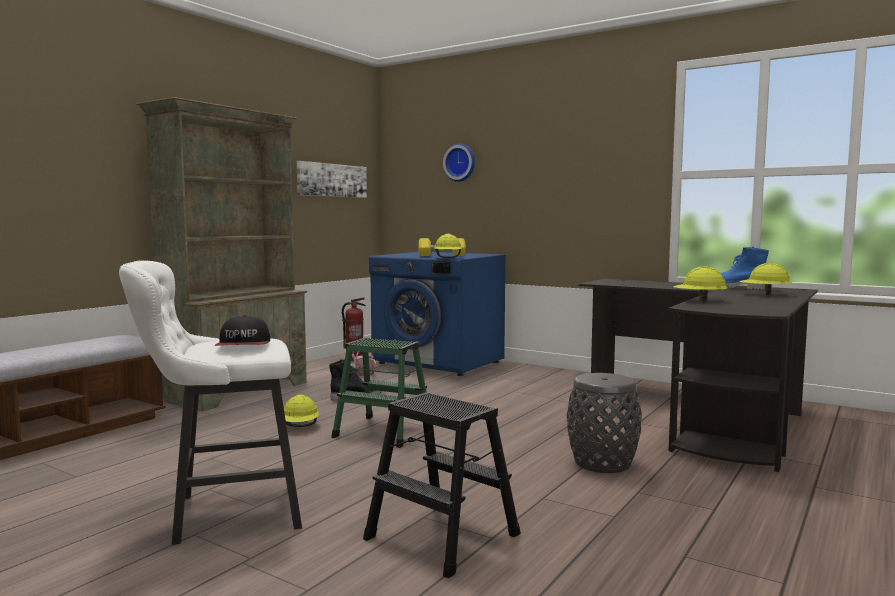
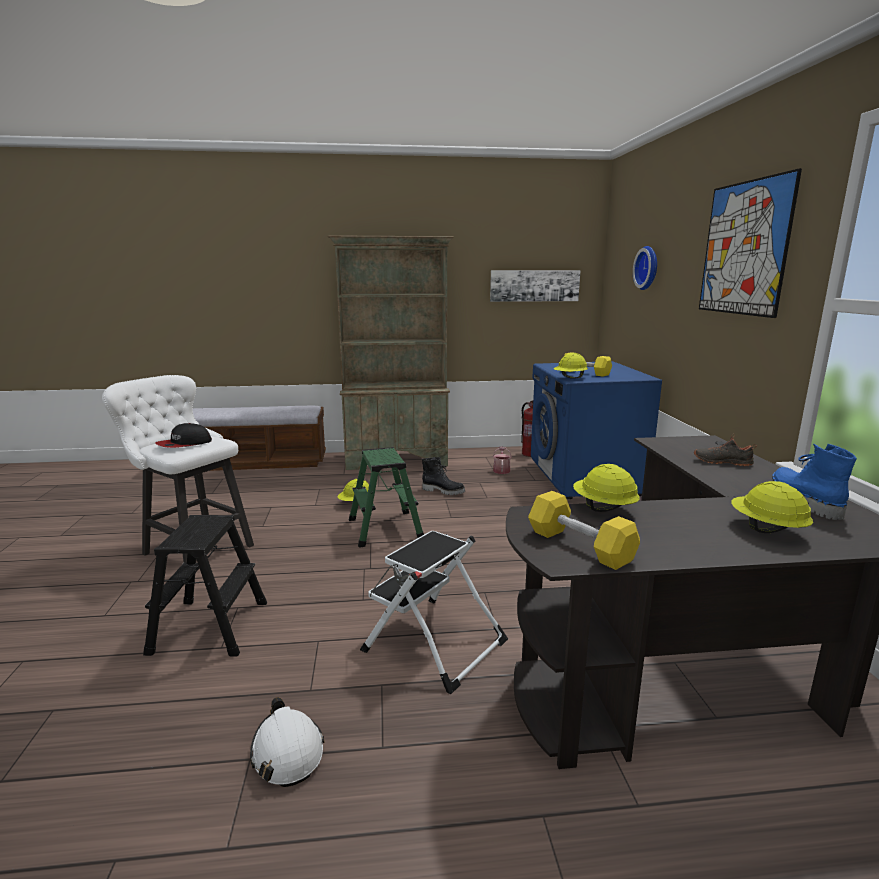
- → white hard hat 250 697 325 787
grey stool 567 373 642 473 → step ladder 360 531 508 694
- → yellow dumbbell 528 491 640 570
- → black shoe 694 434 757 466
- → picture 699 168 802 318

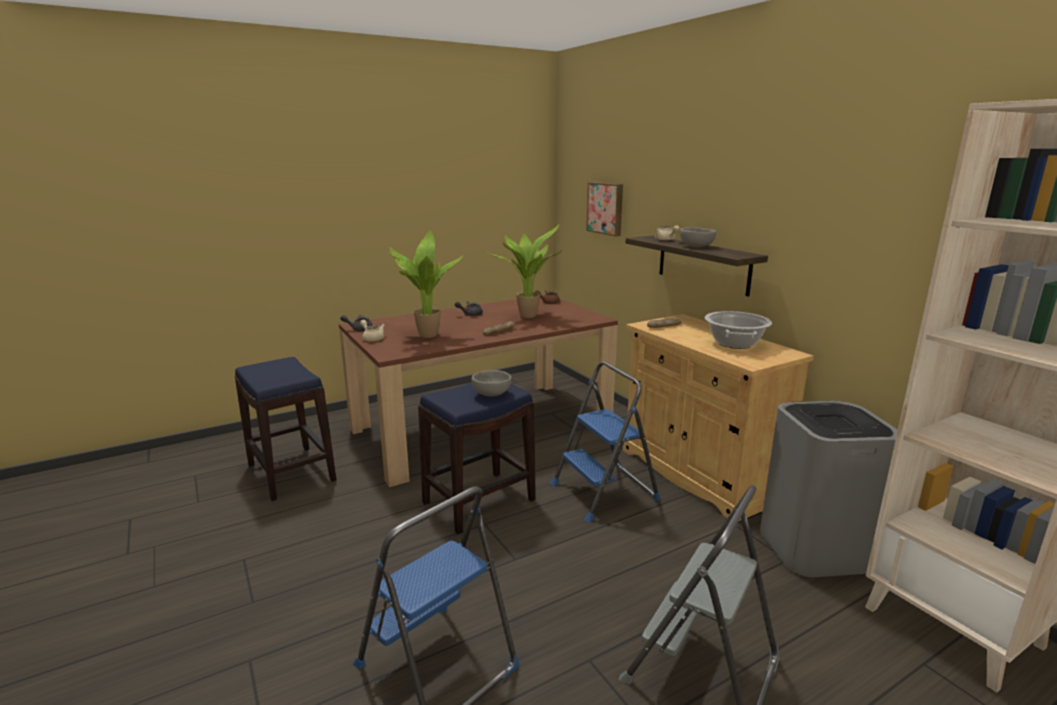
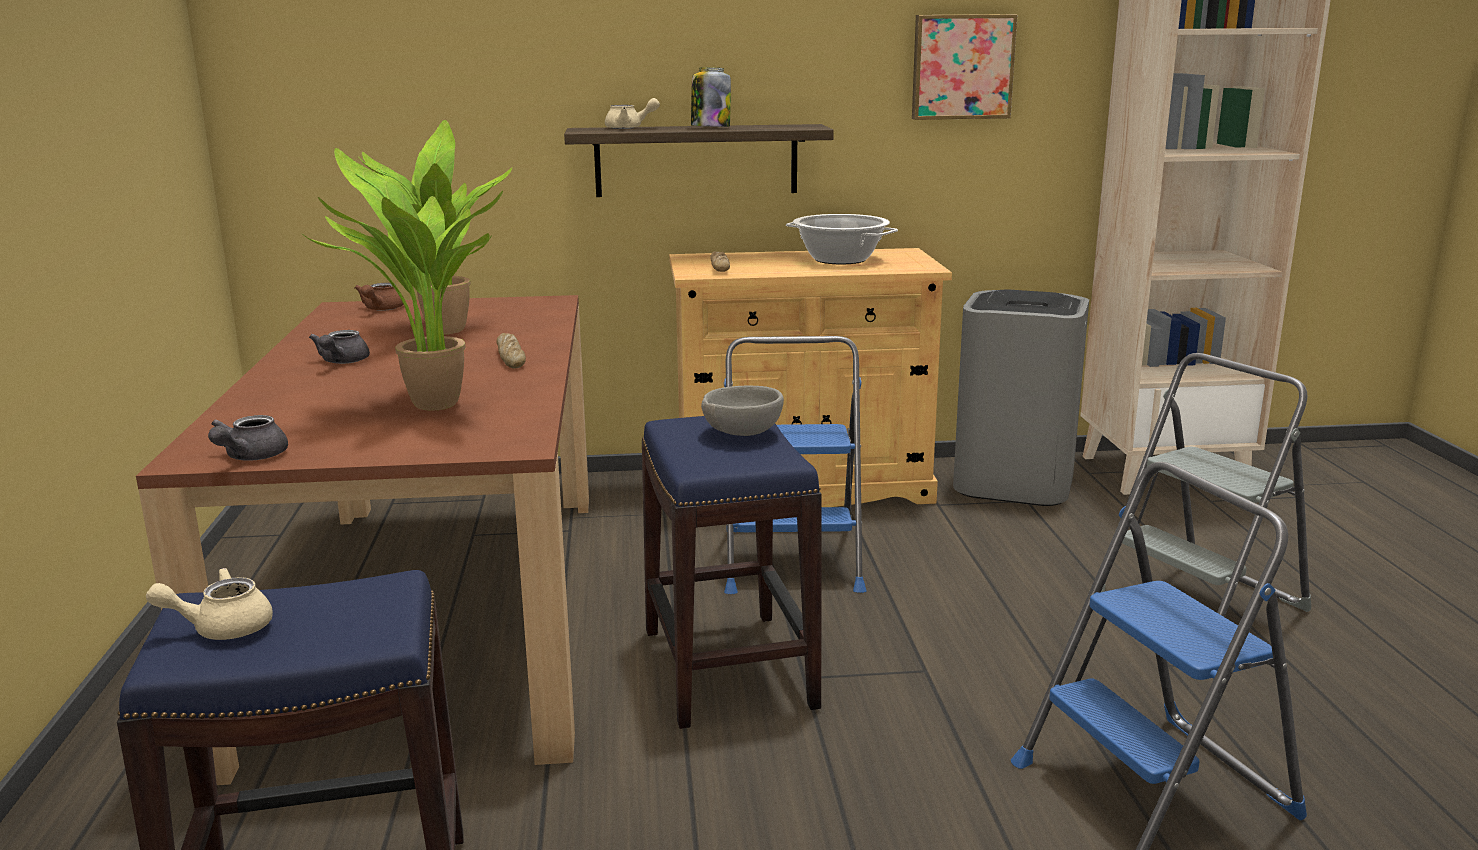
beige teapot 360 320 385 342 → beige teapot 146 568 273 640, moved
grey bowl 680 227 716 247 → jar 691 67 731 127
picture 586 182 623 237 → picture 912 14 1018 120, moved

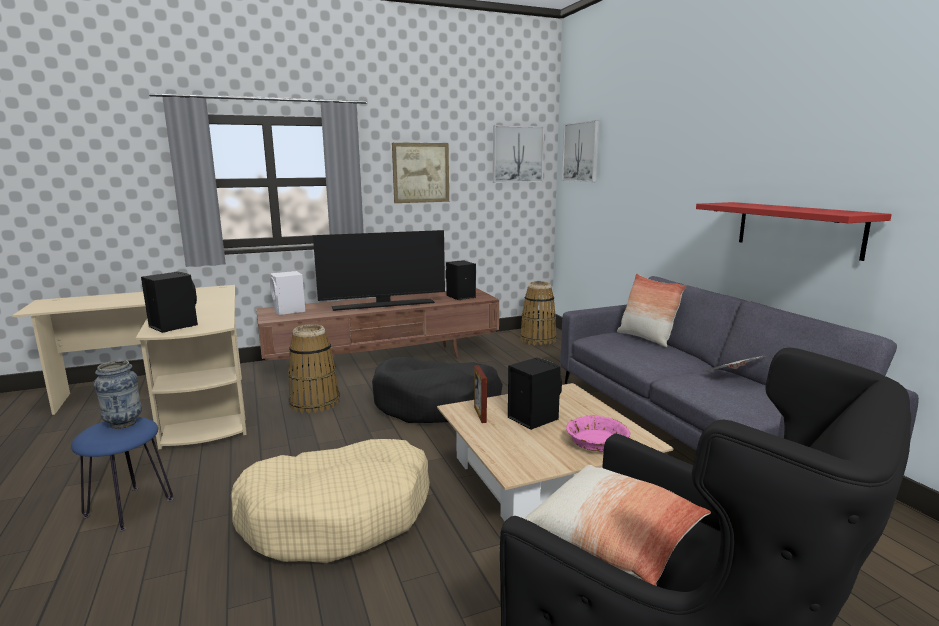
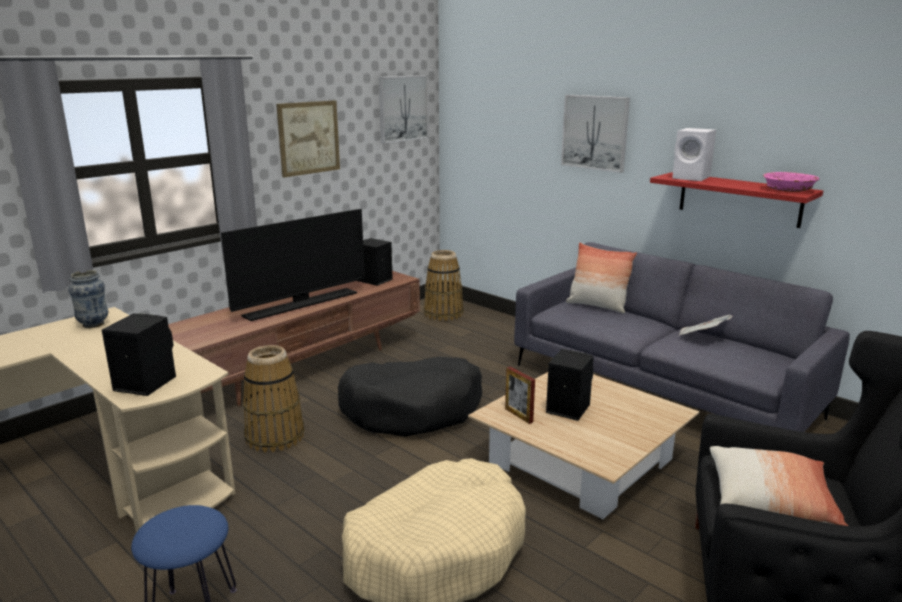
vase 94 360 142 429 → vase 68 270 108 328, moved
picture 562 120 599 182 → picture 561 95 630 173, moved
white speaker 270 271 305 315 → white speaker 672 128 716 181, moved
pink bowl 566 416 630 452 → pink bowl 763 172 819 192, moved

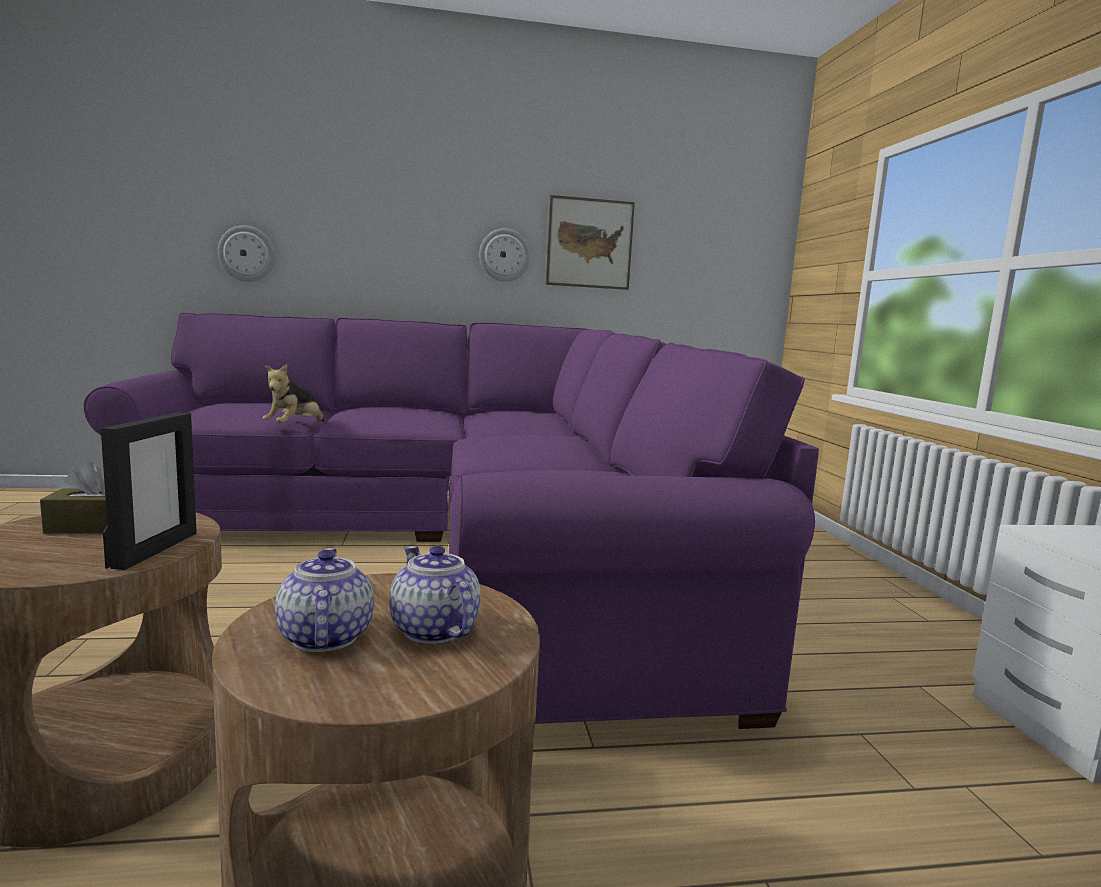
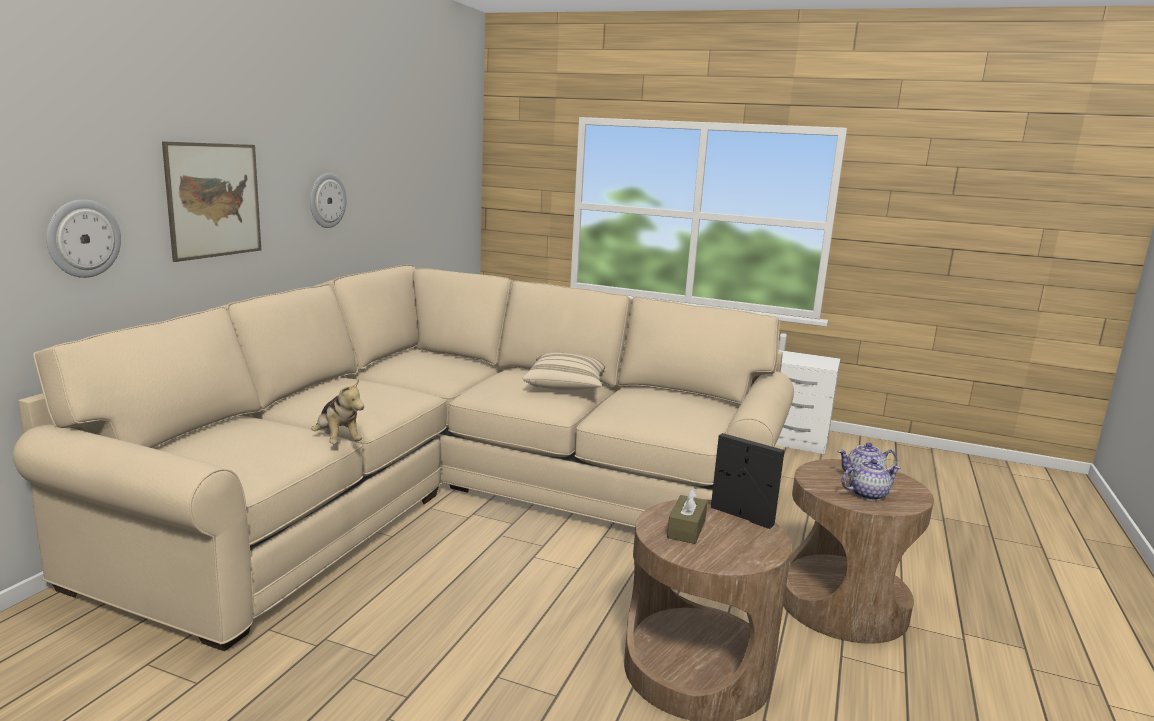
purple sofa 84 313 819 729 → beige sofa 13 265 794 651
picture 546 195 635 290 → picture 162 141 261 262, moved
- → beige pillow 522 353 605 390
teapot 275 548 374 652 → teapot 841 459 900 501, 150 degrees clockwise

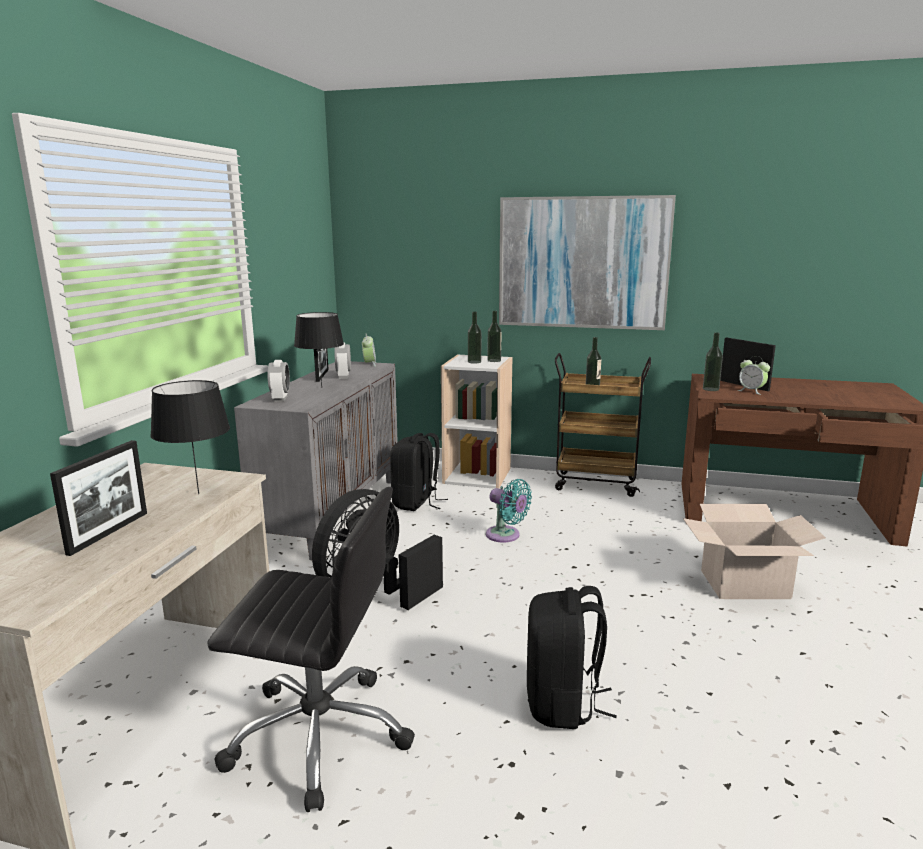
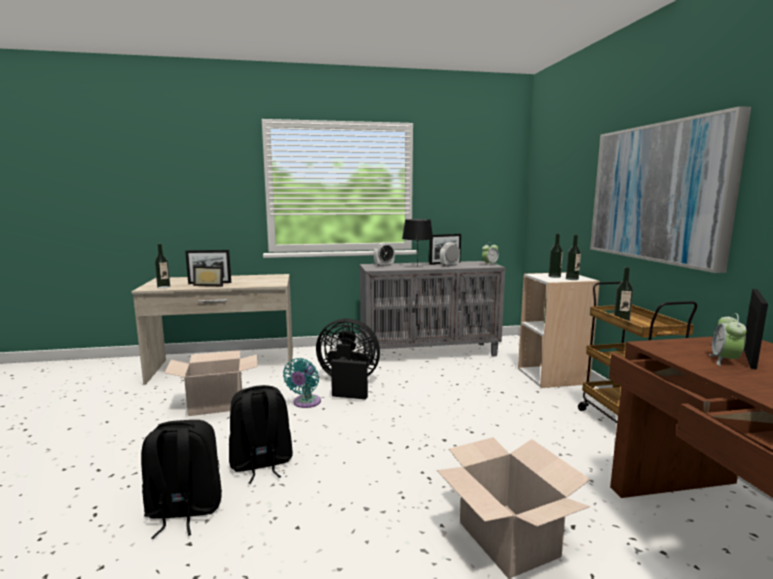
black backpack 390 433 448 511 → black backpack 141 420 222 539, moved
bottle 703 332 723 391 → bottle 155 244 170 289, moved
black office chair 208 487 415 812 → cardboard box 165 350 258 416
- → picture frame 193 266 223 286
turquoise fan 486 479 532 543 → turquoise fan 283 358 321 408, moved
black table lamp 150 380 230 494 → -

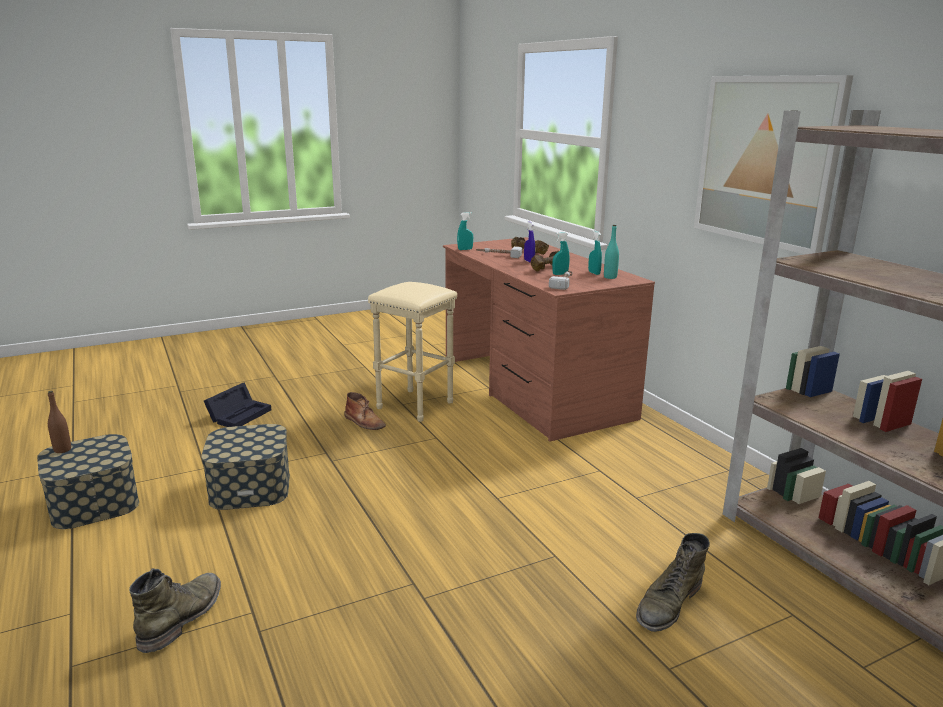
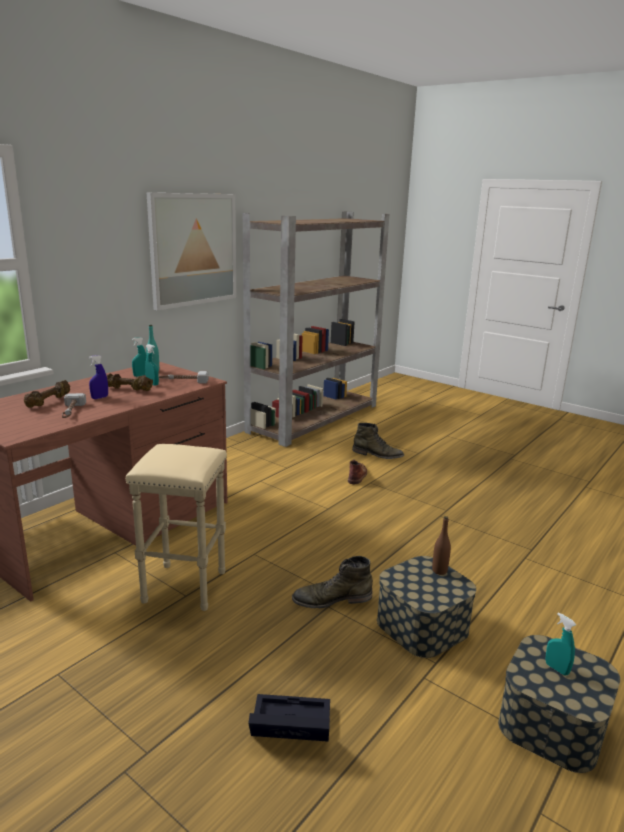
green boot 129 568 221 653 → green boot 292 556 373 608, moved
brown boot 344 392 386 430 → brown boot 348 460 367 484, moved
brown bottle 48 391 71 453 → brown bottle 432 516 451 575, moved
turquoise spray bottle 457 212 473 250 → turquoise spray bottle 546 613 576 676, moved

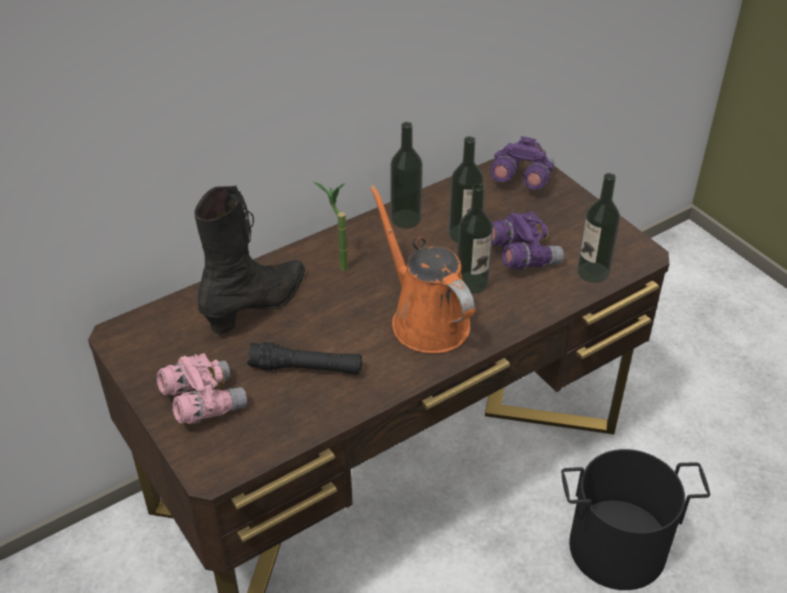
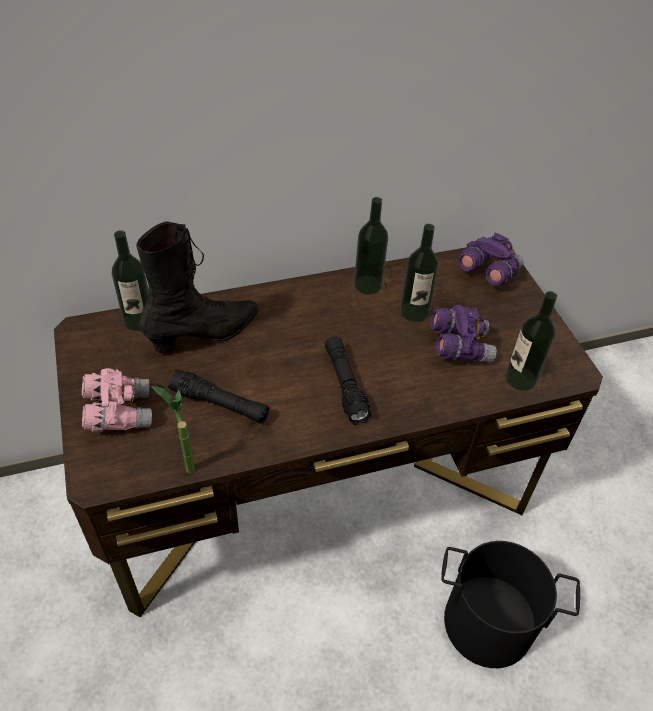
bottle 457 184 493 294 → bottle 112 230 149 331, moved
potted plant 313 182 348 271 → potted plant 151 386 195 473, moved
orange watering can 370 185 475 353 → black flashlight 325 336 372 425

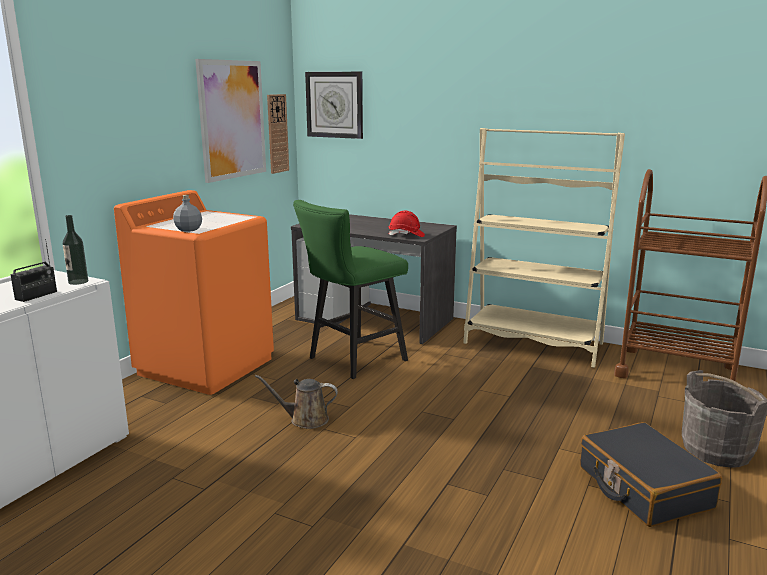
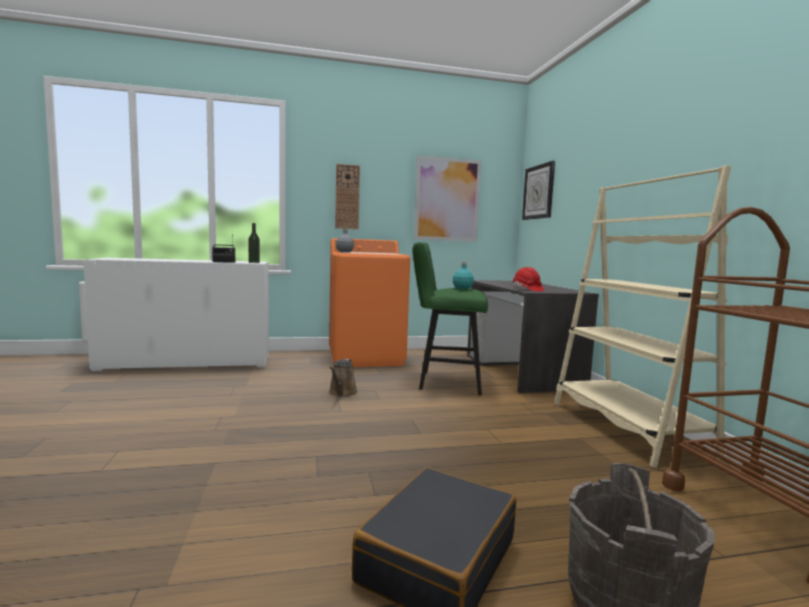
brown watering can 255 375 338 429 → brown watering can 329 359 358 397, 135 degrees counterclockwise
wall clock 267 94 289 174 → wall clock 335 164 360 229, moved
- → turquoise bottle 453 262 474 289

